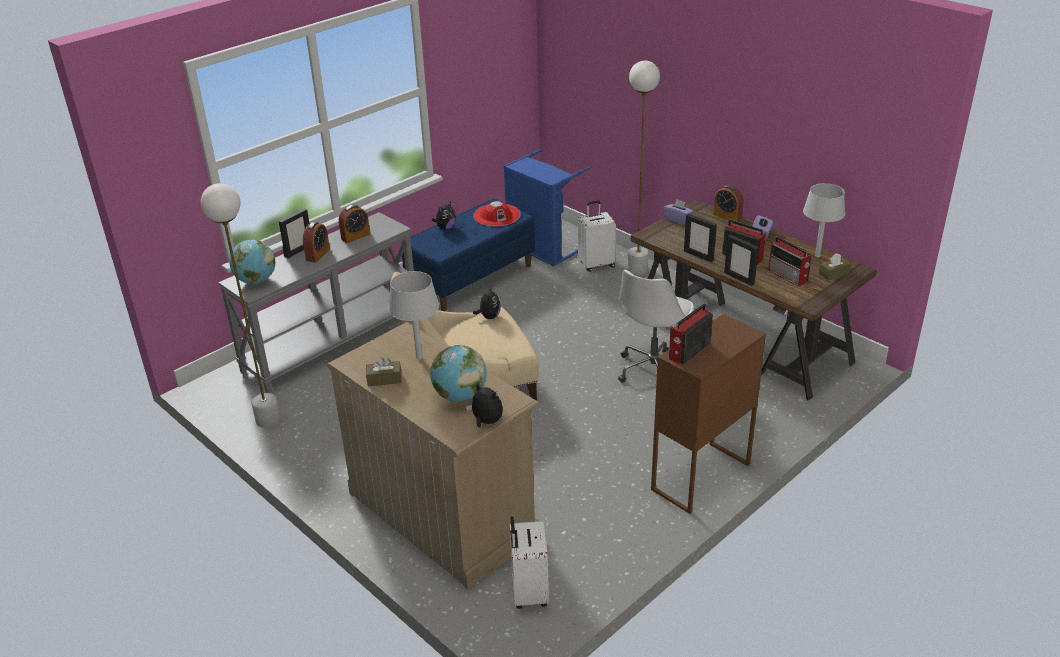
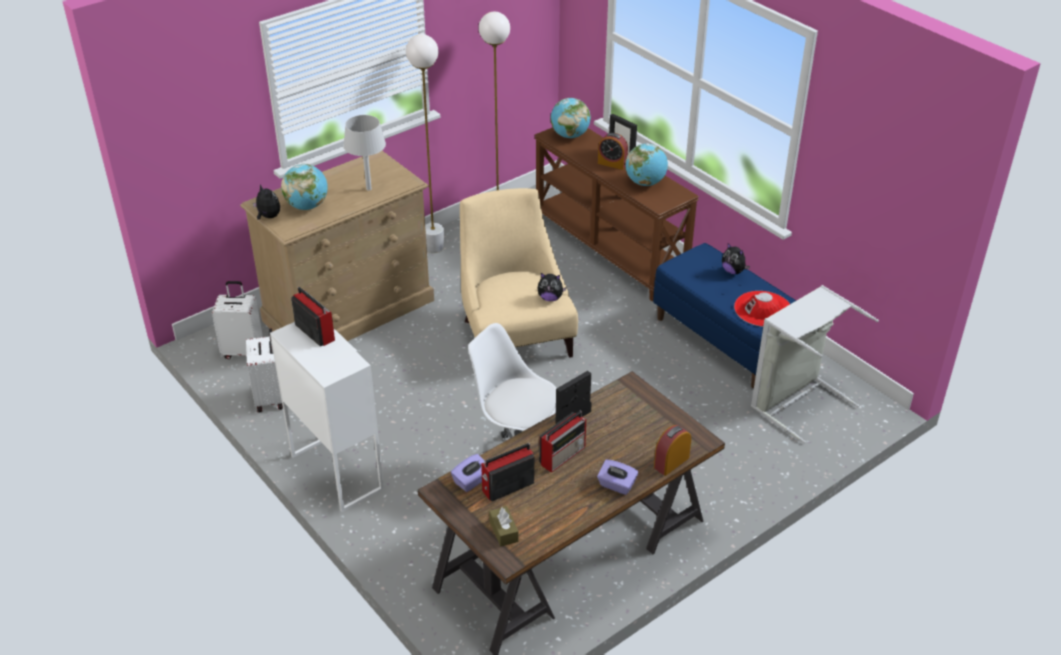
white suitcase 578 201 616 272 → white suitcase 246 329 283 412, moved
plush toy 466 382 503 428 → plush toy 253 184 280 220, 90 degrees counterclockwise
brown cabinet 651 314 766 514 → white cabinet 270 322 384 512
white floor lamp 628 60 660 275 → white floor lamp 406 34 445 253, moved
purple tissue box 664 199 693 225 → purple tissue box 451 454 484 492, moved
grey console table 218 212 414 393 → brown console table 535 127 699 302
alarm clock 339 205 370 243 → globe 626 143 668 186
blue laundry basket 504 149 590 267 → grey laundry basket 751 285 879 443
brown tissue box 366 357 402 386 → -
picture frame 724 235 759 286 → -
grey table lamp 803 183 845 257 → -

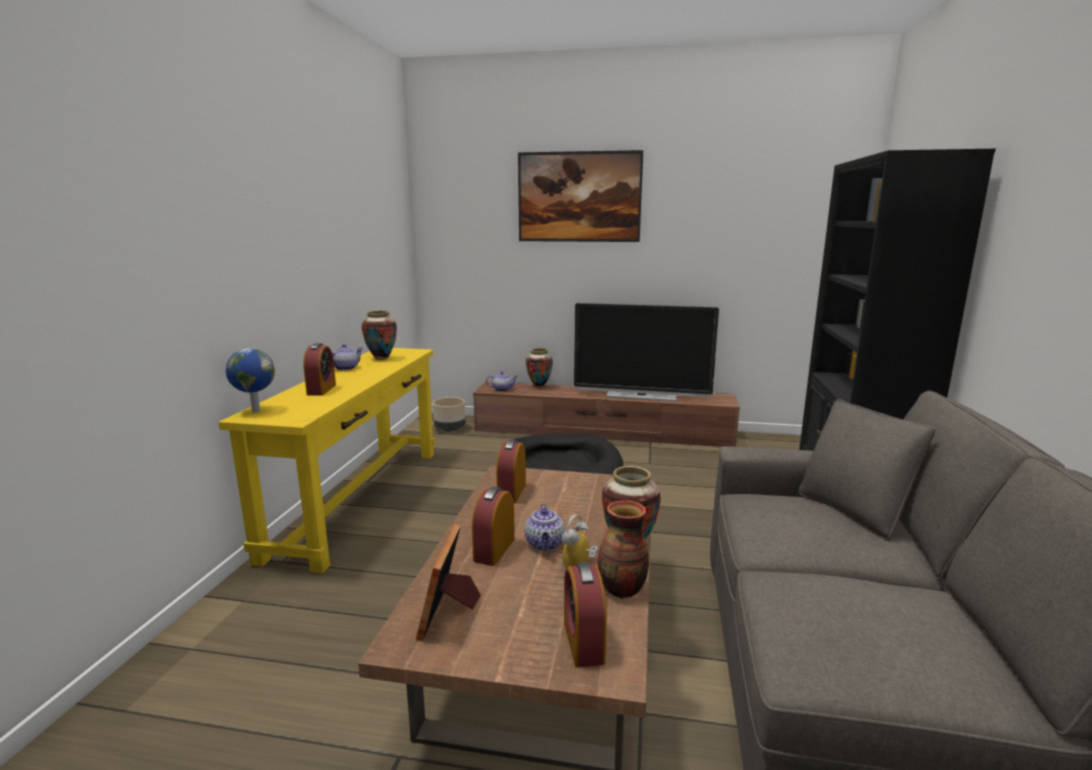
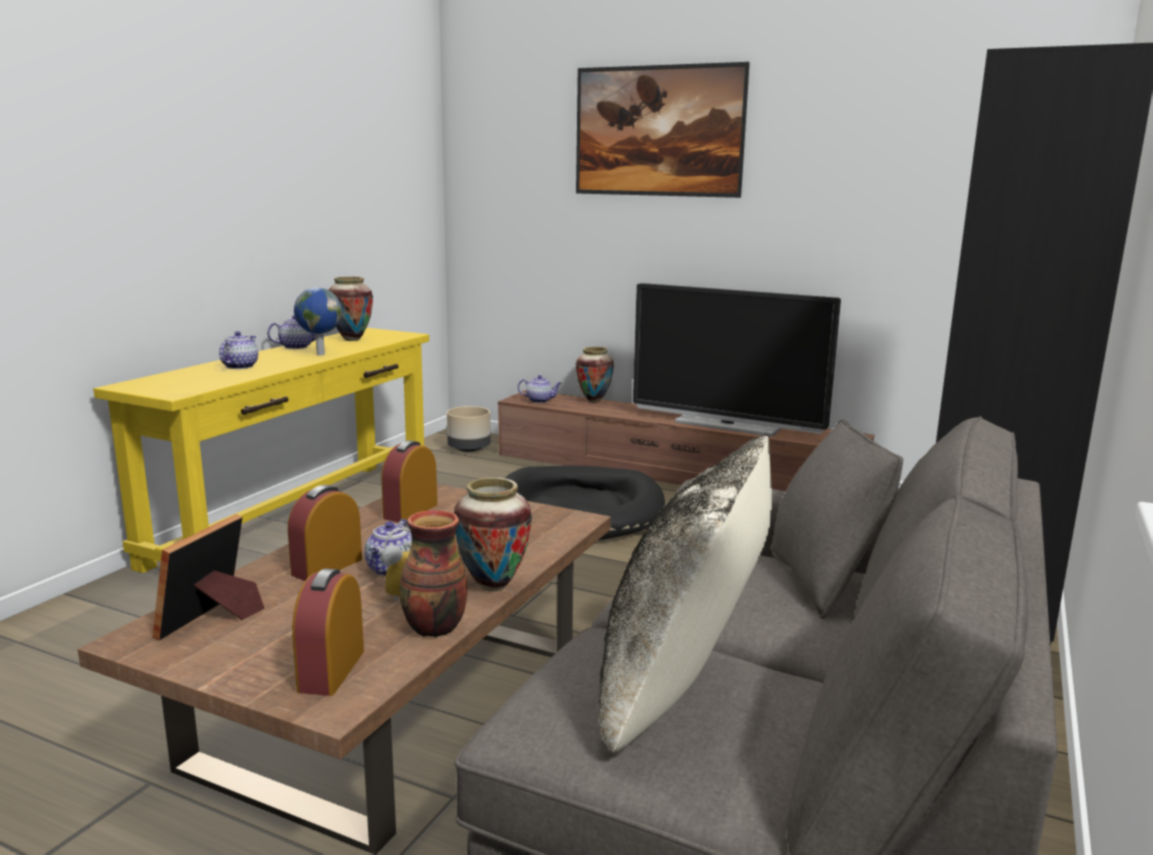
alarm clock 303 343 336 395 → teapot 219 331 258 369
globe 226 348 275 412 → globe 294 287 342 355, moved
- → beige pillow 598 434 772 753

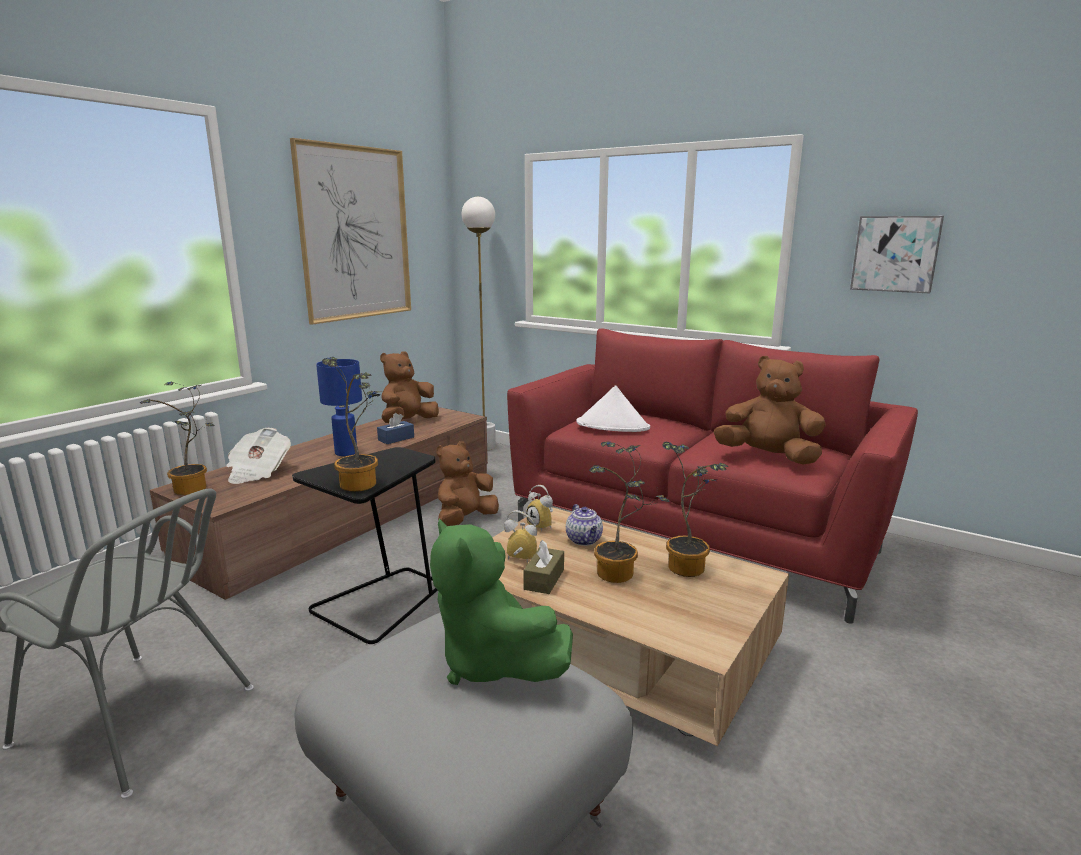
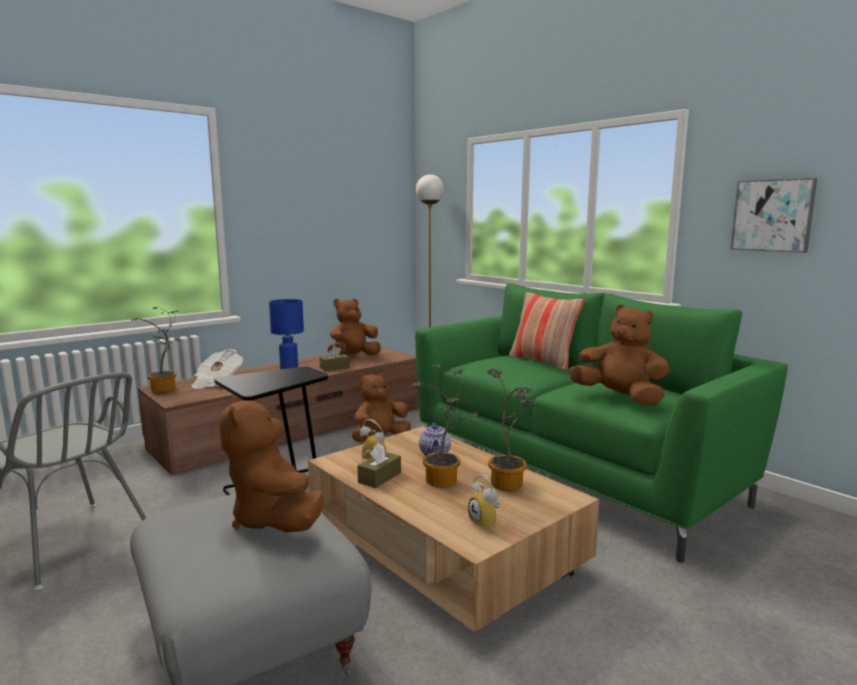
green plush toy 430 518 573 685 → brown plush toy 219 395 324 532
blue tissue box 377 413 414 444 → brown tissue box 319 346 350 371
red sofa 507 329 918 624 → green sofa 415 283 788 563
alarm clock 526 485 553 531 → alarm clock 468 475 501 530, moved
- → pillow 509 292 584 371
picture 290 138 411 325 → -
potted plant 322 356 382 492 → -
white hat 576 385 650 432 → -

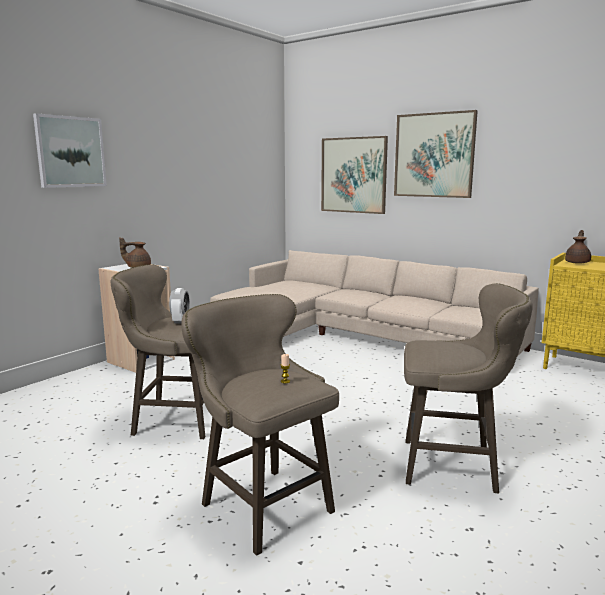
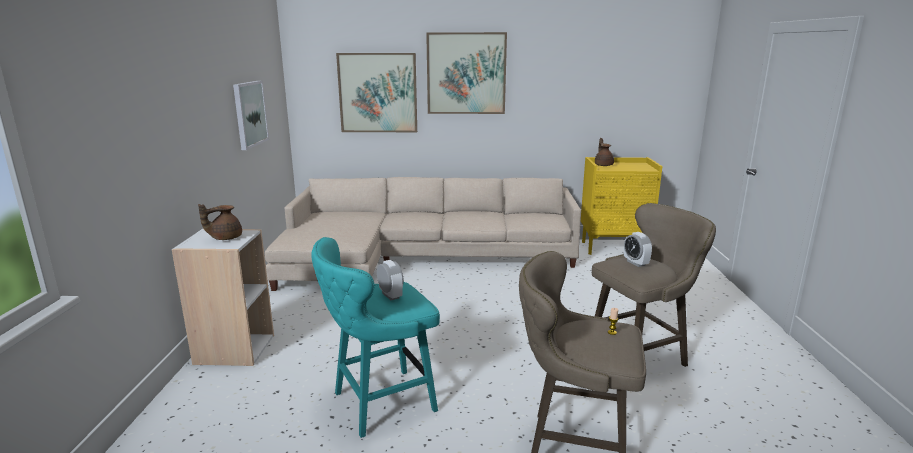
picture 33 113 107 188 → picture 233 81 269 150, moved
beige stool 111 264 205 439 → turquoise stool 311 237 440 438
- → alarm clock 624 232 652 267

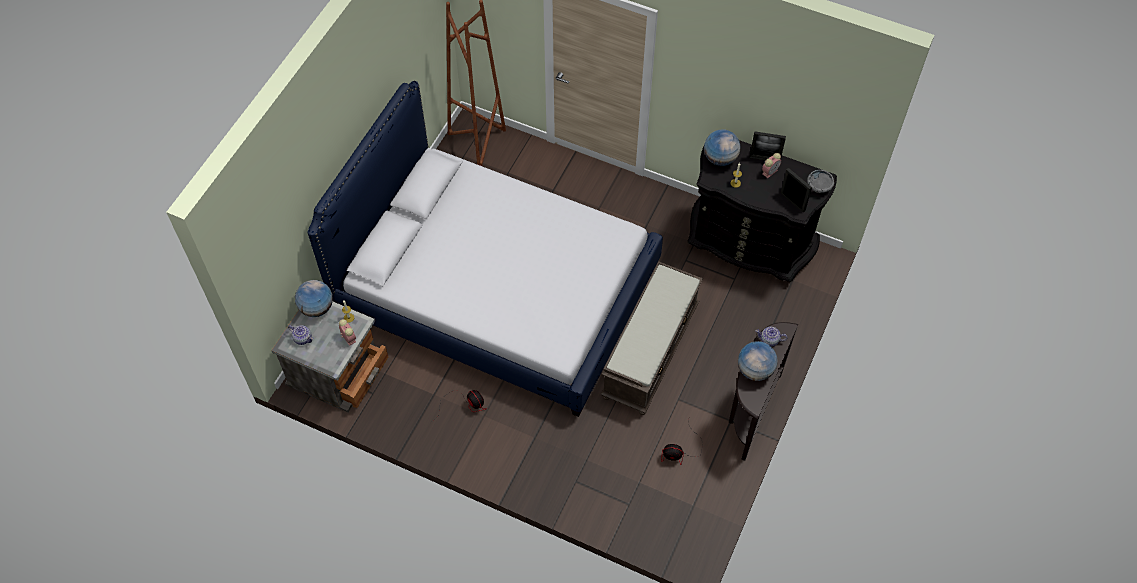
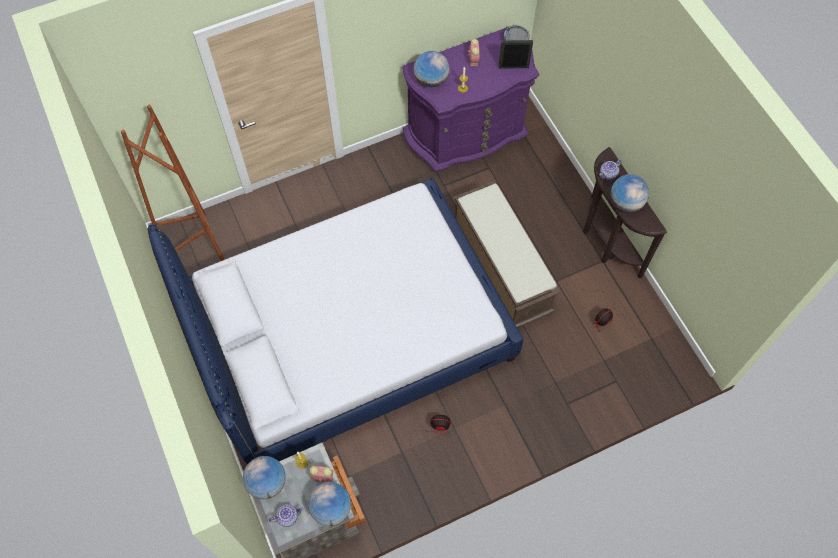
- → globe 308 482 351 526
black dresser 687 140 837 282 → purple dresser 402 25 540 172
picture frame 749 131 786 161 → -

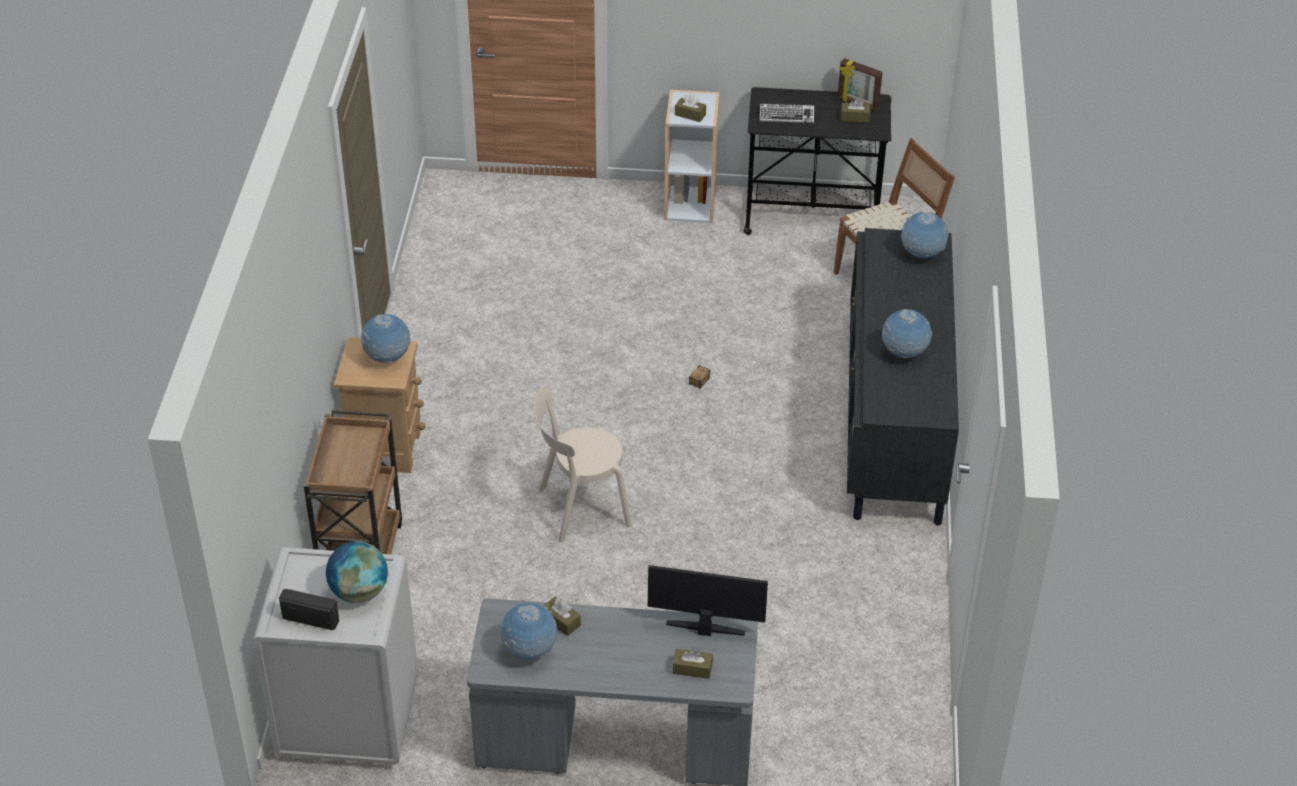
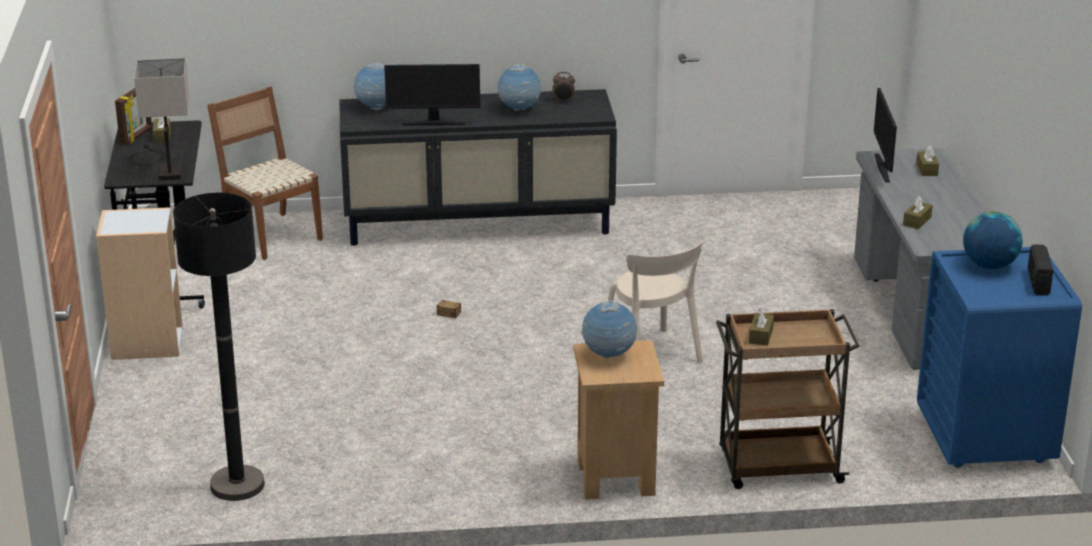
keyboard 760 104 814 123 → table lamp 128 58 189 180
- → black floor lamp 173 193 265 501
- → monitor 384 64 481 126
- → alarm clock 552 72 575 102
brown tissue box 675 94 706 122 → brown tissue box 749 308 774 346, moved
grey dresser 253 547 418 764 → blue dresser 917 247 1082 468
globe 500 603 557 660 → -

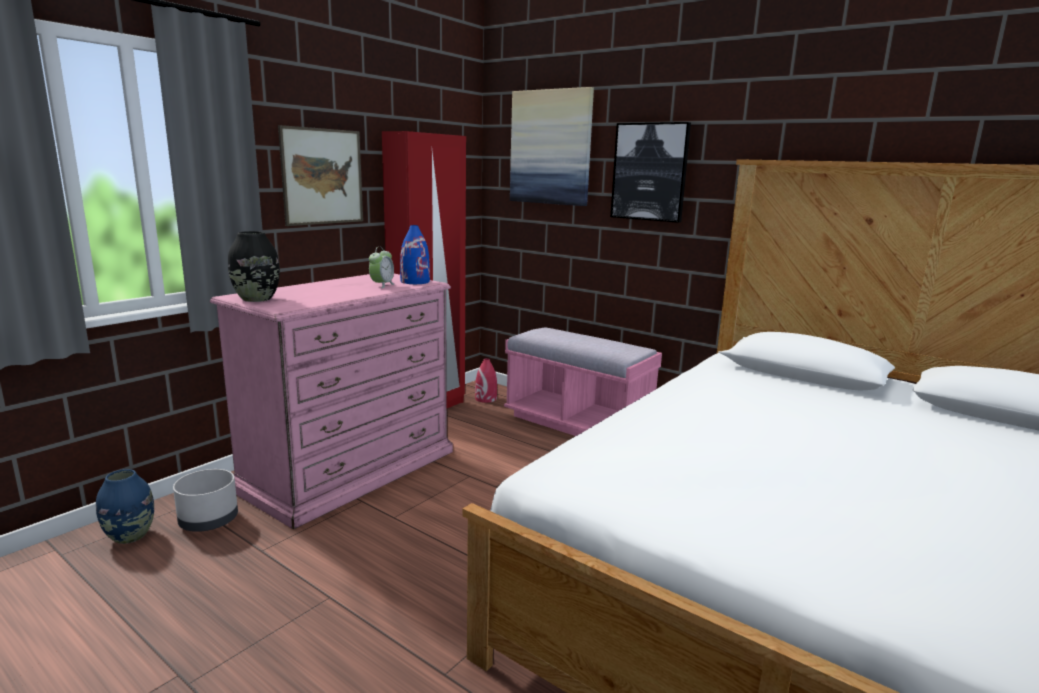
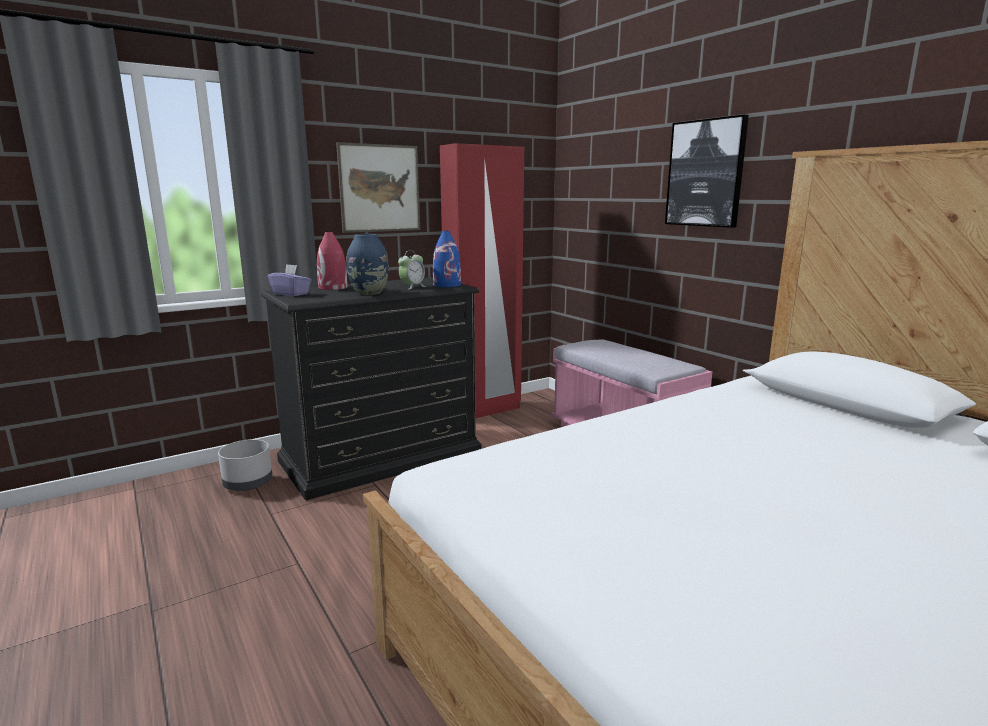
pink dresser 210 274 453 529 → black dresser 261 277 482 500
black vase 228 231 280 302 → purple tissue box 268 264 311 296
red vase 475 358 497 403 → red vase 317 232 348 290, moved
blue vase 96 469 154 544 → blue vase 346 234 389 295, moved
picture 510 87 594 206 → -

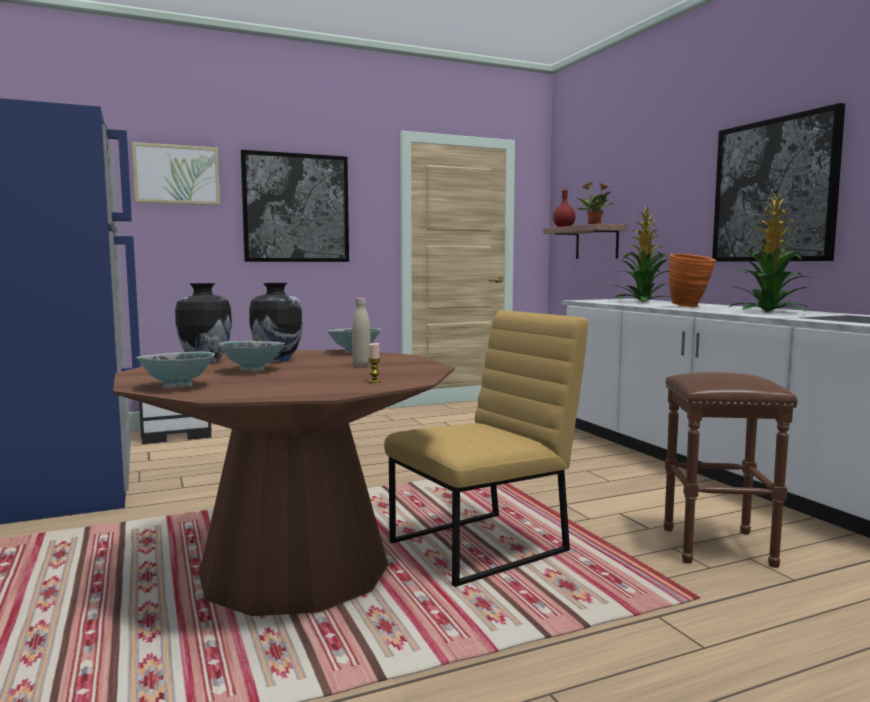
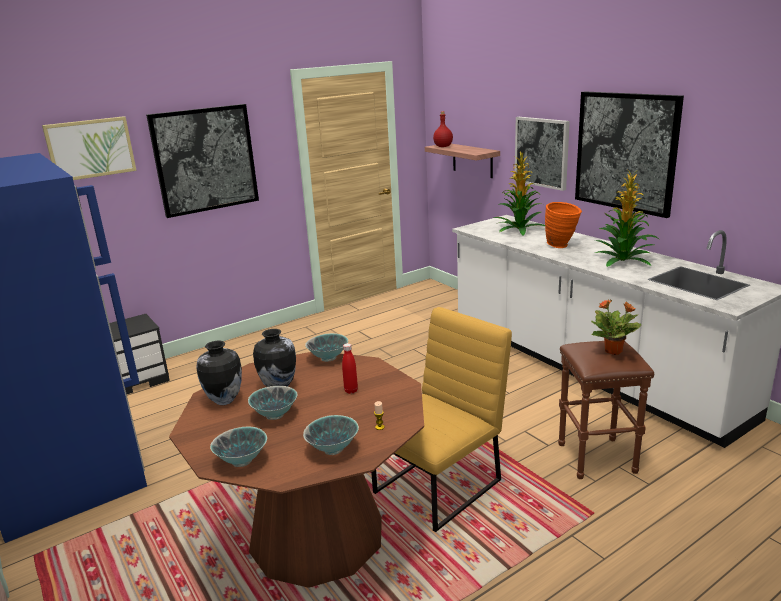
- → bowl 303 415 359 455
beige bottle 352 298 371 367 → red bottle 342 343 358 394
- → picture 514 117 570 191
potted plant 577 182 613 224 → potted plant 591 299 641 355, moved

